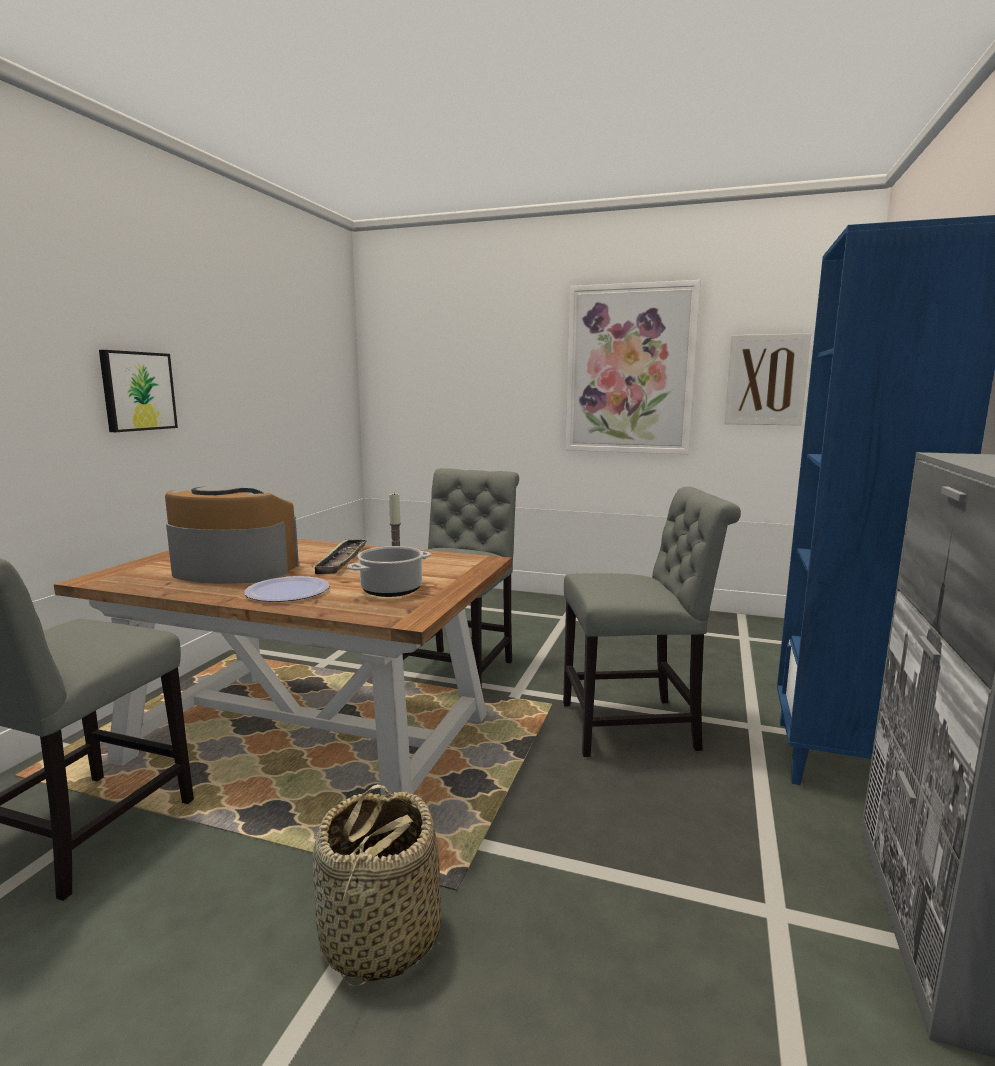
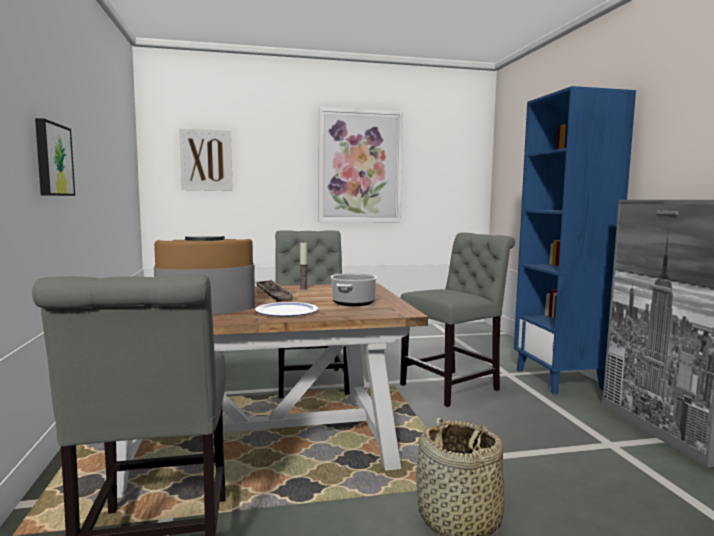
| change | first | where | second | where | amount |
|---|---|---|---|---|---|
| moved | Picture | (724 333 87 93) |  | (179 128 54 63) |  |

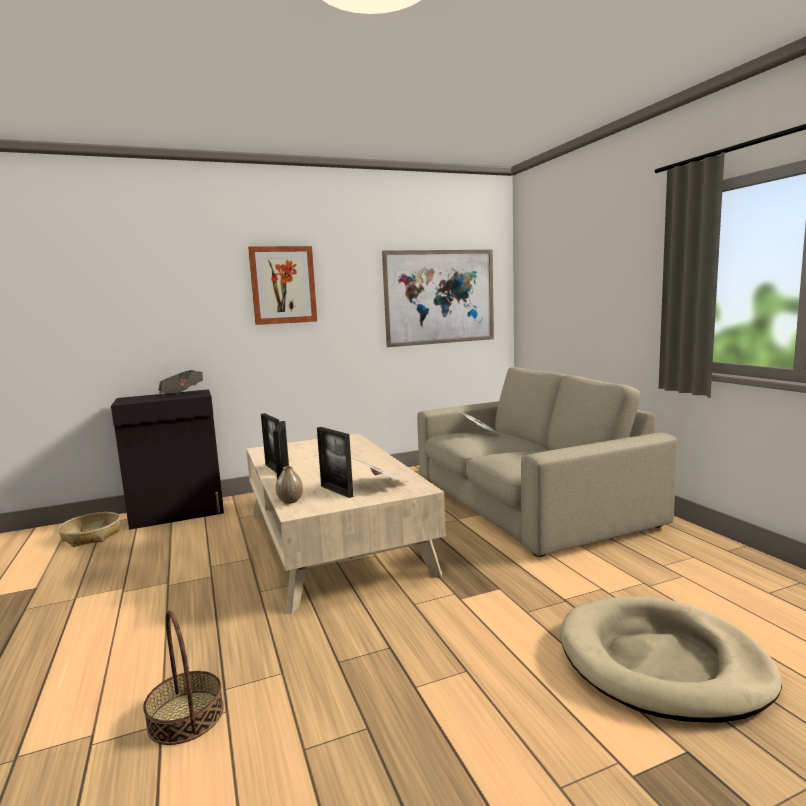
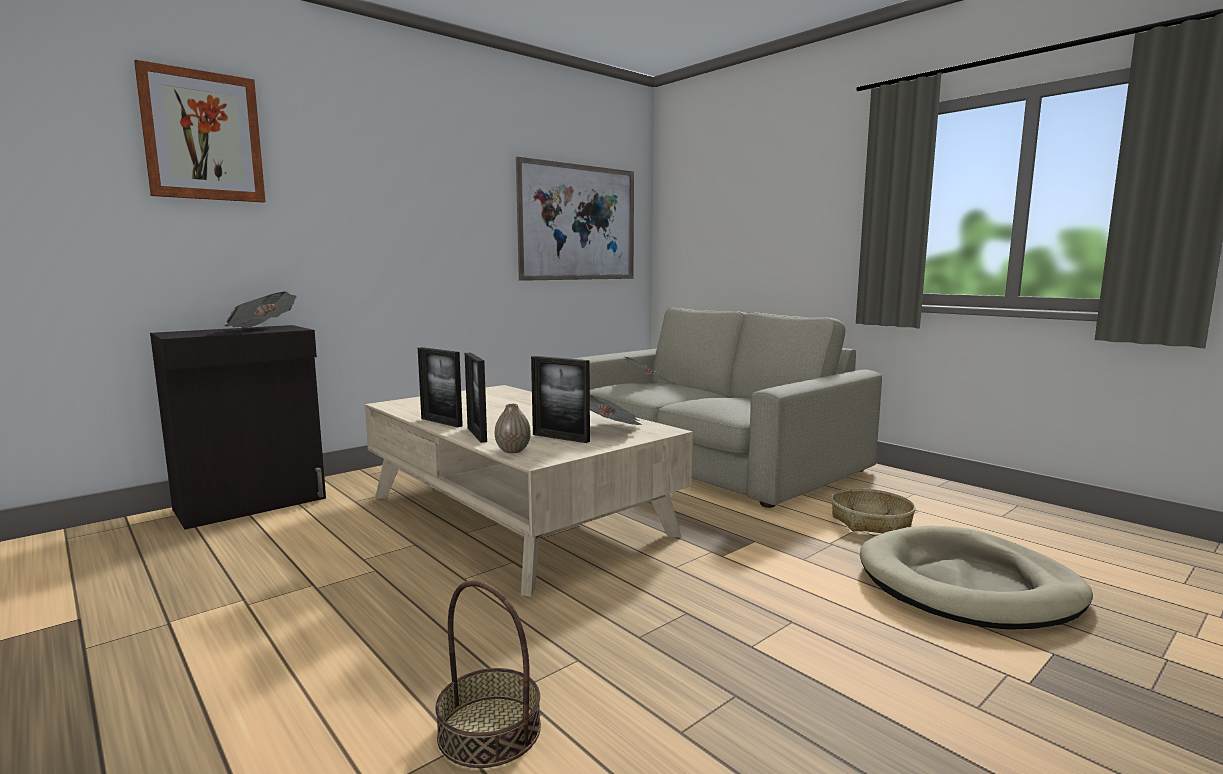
| change | first | where | second | where | amount |
|---|---|---|---|---|---|
| moved | Basket | (58 512 62 35) |  | (831 488 85 46) |  |
| moved | Picture | (248 246 69 79) |  | (134 60 132 143) |  |

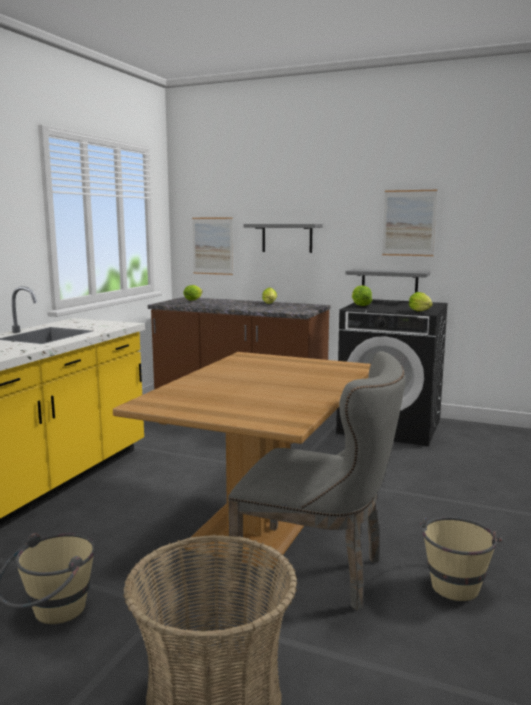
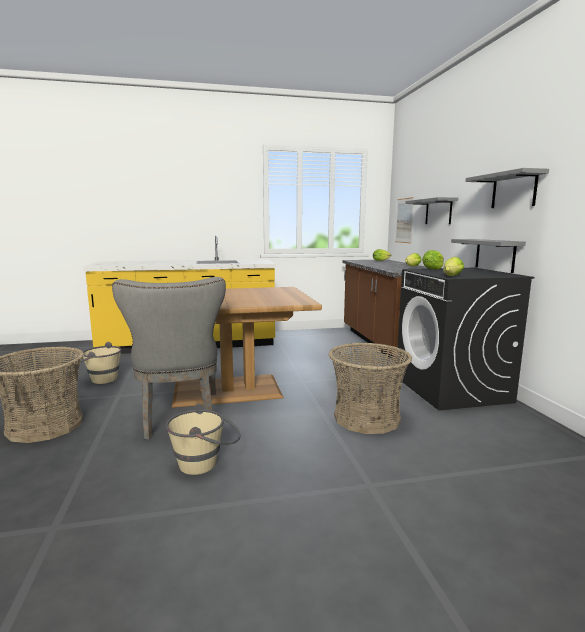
| change | first | where | second | where | amount |
|---|---|---|---|---|---|
| replaced | Picture | (382 190 55 66) | GreyShelf | (465 168 84 40) |  |
| added |  |  | Basket | (329 342 83 92) |  |

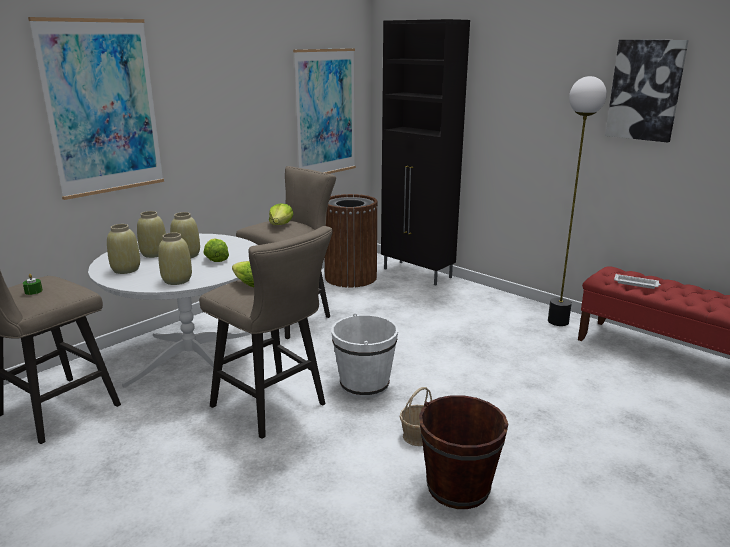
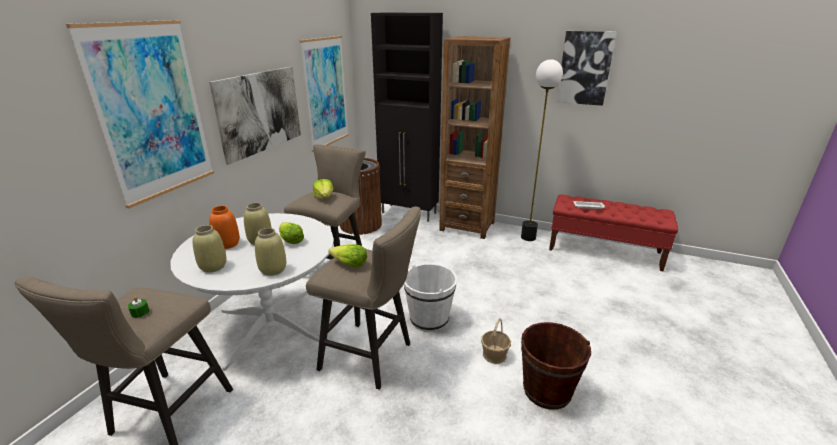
| change | first | where | second | where | amount |
|---|---|---|---|---|---|
| recoloured | BeigeVase | (137 211 29 47) | OrangeVase | (209 206 31 43) |  |
| added |  |  | Picture | (209 67 92 98) |  |
| added |  |  | BrownBookcase | (439 36 71 203) |  |

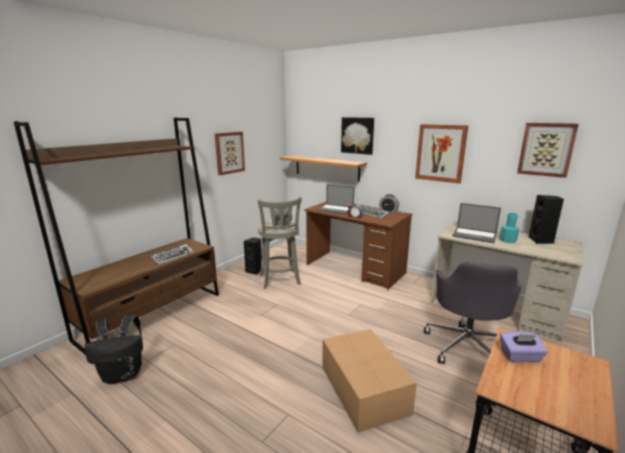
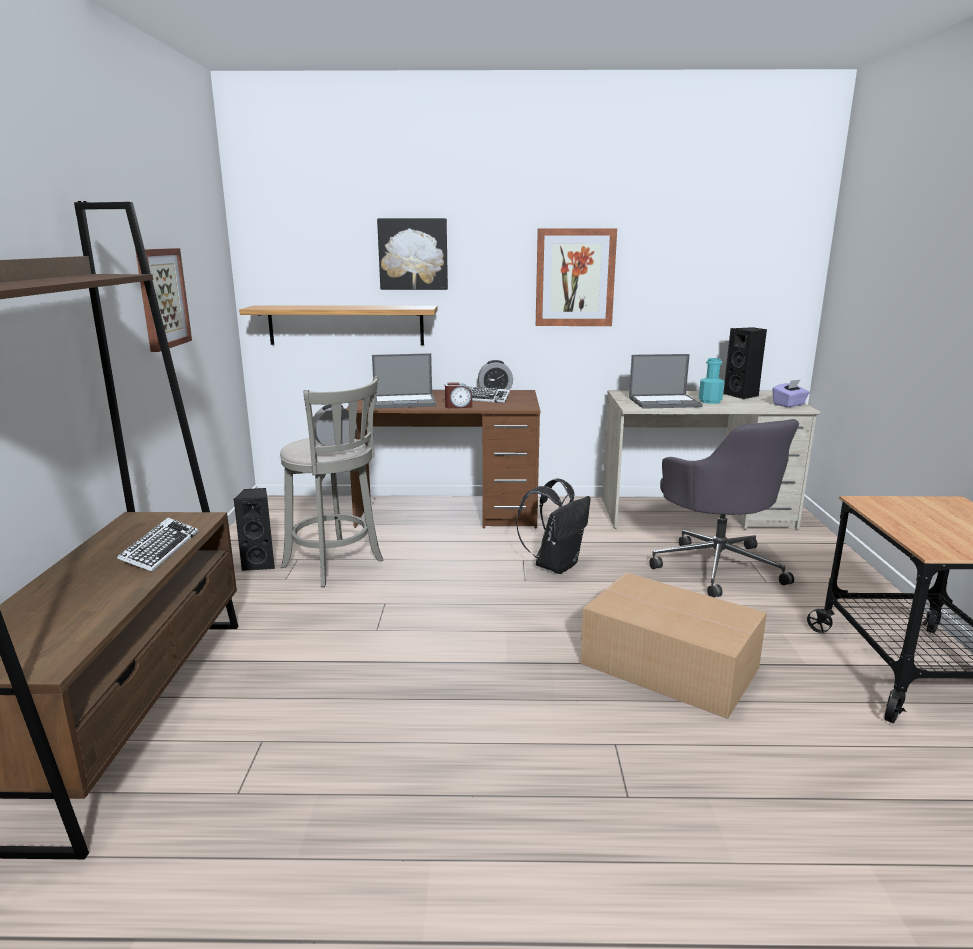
| change | first | where | second | where | amount |
|---|---|---|---|---|---|
| moved | BlackBackpack | (84 314 59 70) |  | (516 479 75 95) |  |
| moved | PurpleTissueBox | (500 331 48 31) |  | (772 379 38 29) |  |
| removed | Picture | (517 123 62 55) |  |  |  |

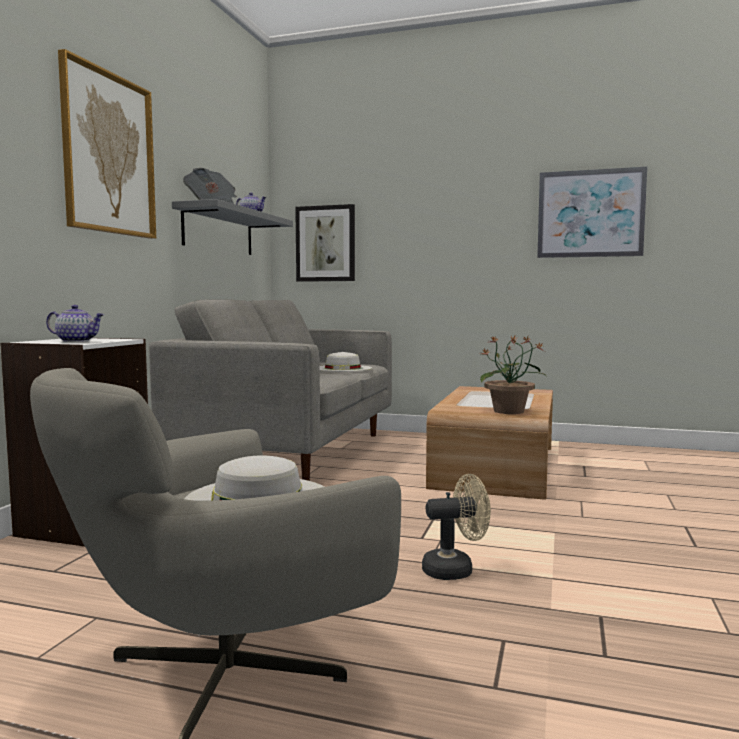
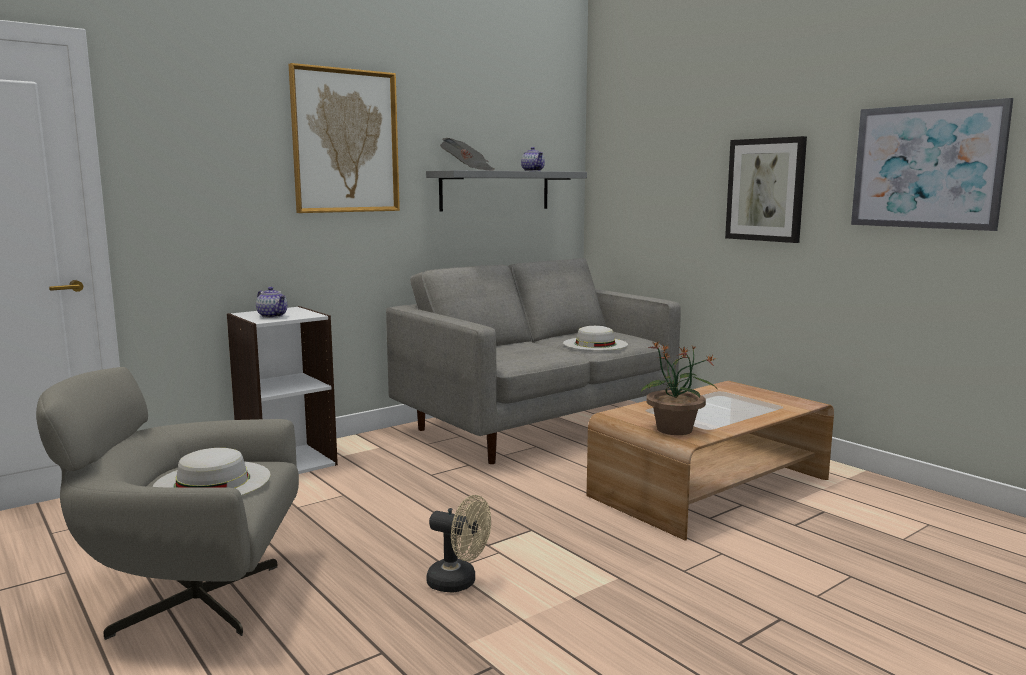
| change | first | where | second | where | amount |
|---|---|---|---|---|---|
| moved | Picture | (295 204 60 78) |  | (725 136 82 107) |  |

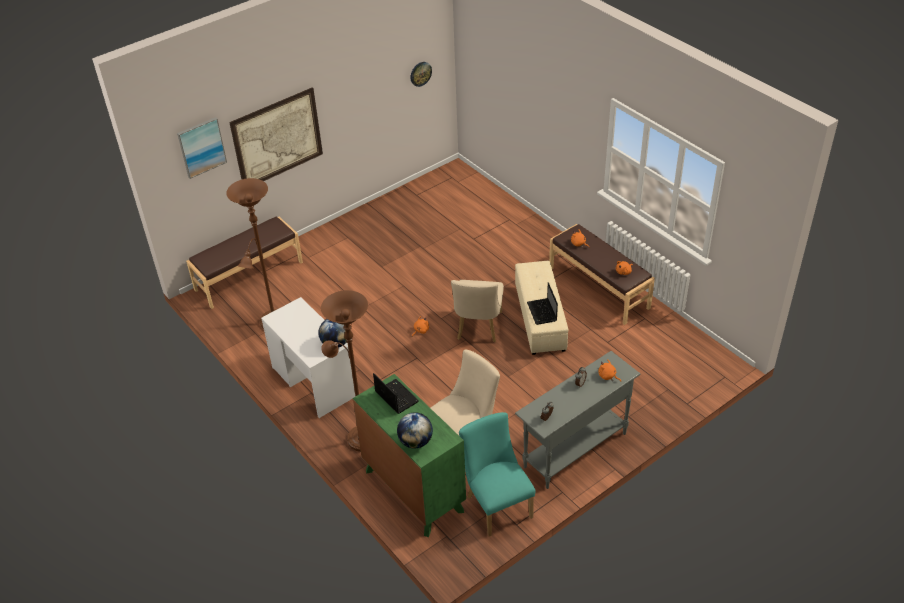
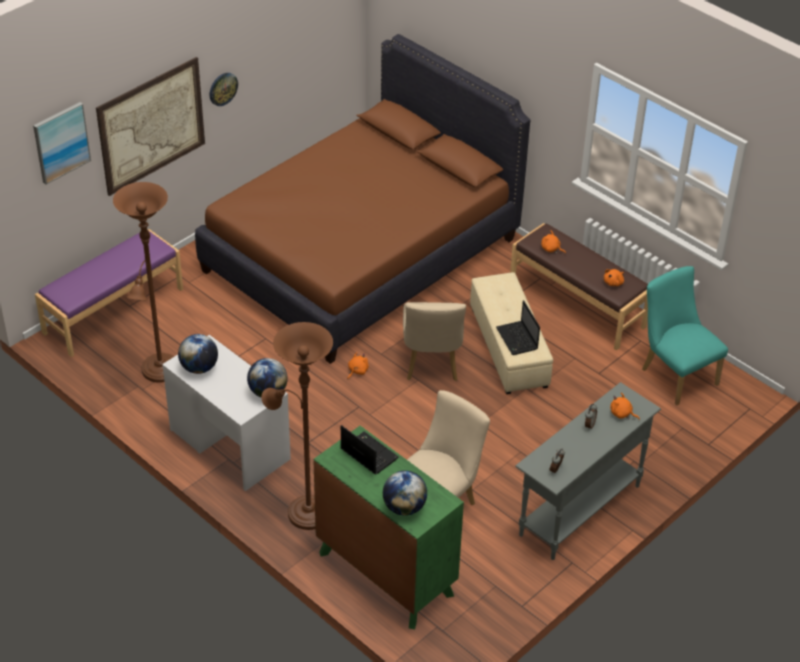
| change | first | where | second | where | amount |
|---|---|---|---|---|---|
| recoloured | BrownBench | (186 217 117 92) | PurpleBench | (35 229 148 128) |  |
| moved | WallClock | (411 62 21 25) |  | (210 73 28 33) |  |
| moved | TurquoiseChair | (459 412 77 125) |  | (642 266 86 139) |  |
| added |  |  | Globe | (178 334 40 40) |  |
| added |  |  | BrownBed | (195 34 335 330) |  |

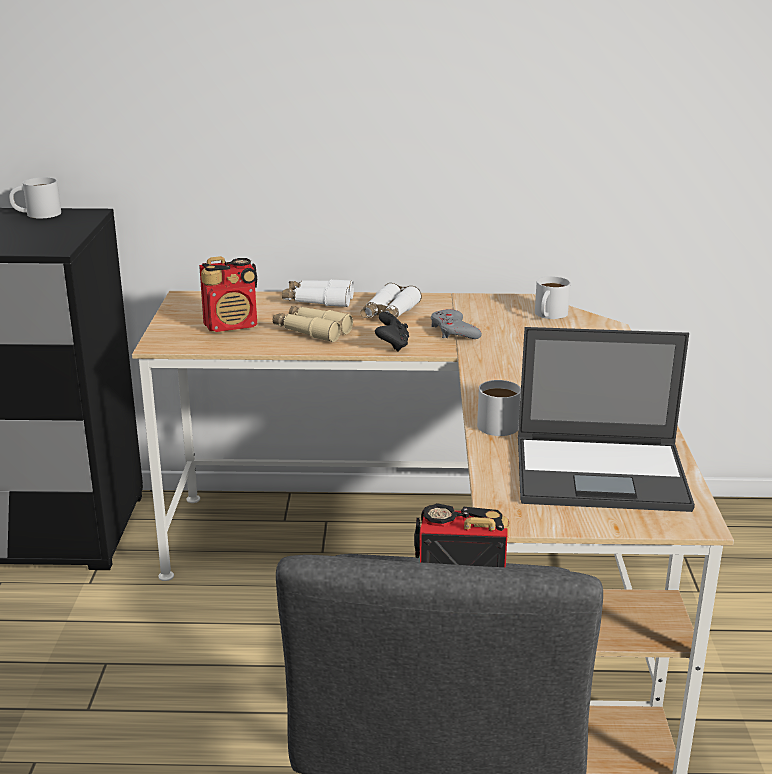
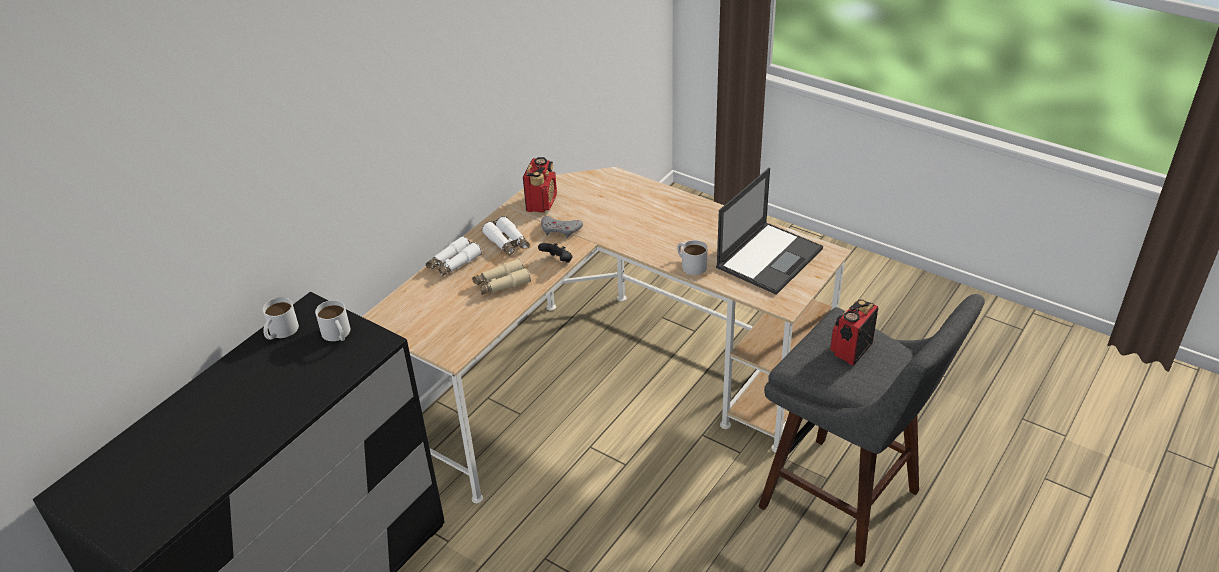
| change | first | where | second | where | amount |
|---|---|---|---|---|---|
| moved | Radio | (199 256 58 76) |  | (523 157 34 56) |  |
| moved | WhiteMug | (535 276 35 43) |  | (315 300 36 41) |  |

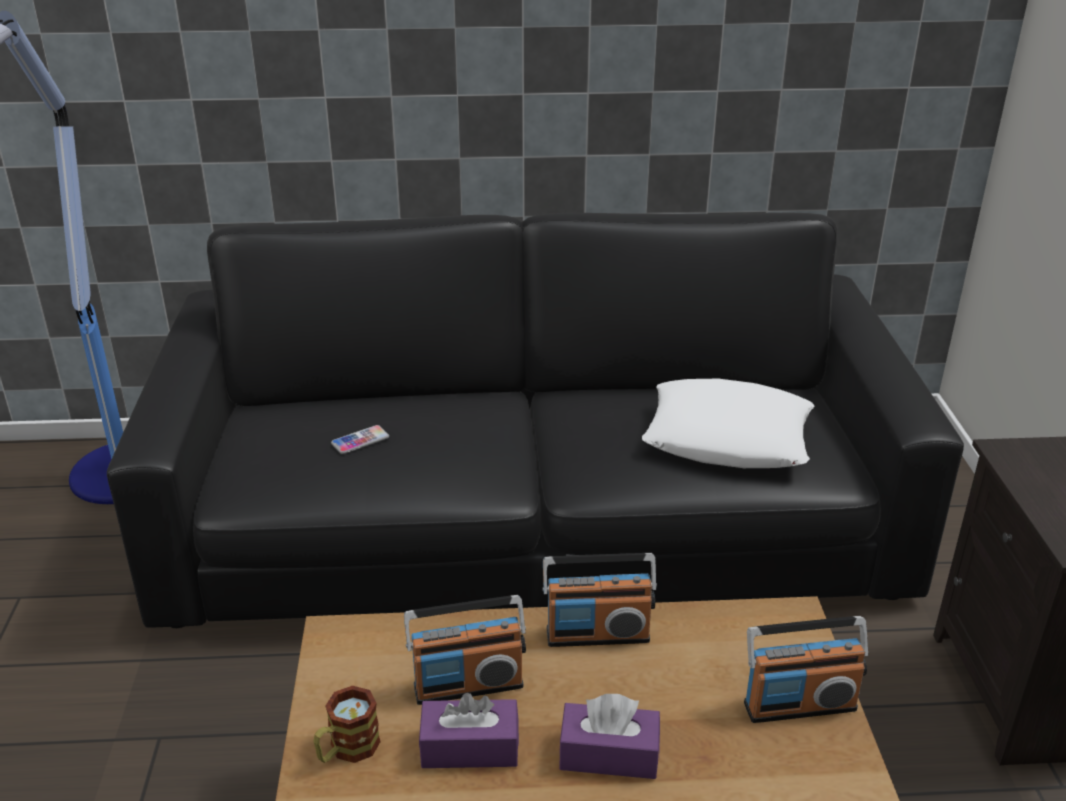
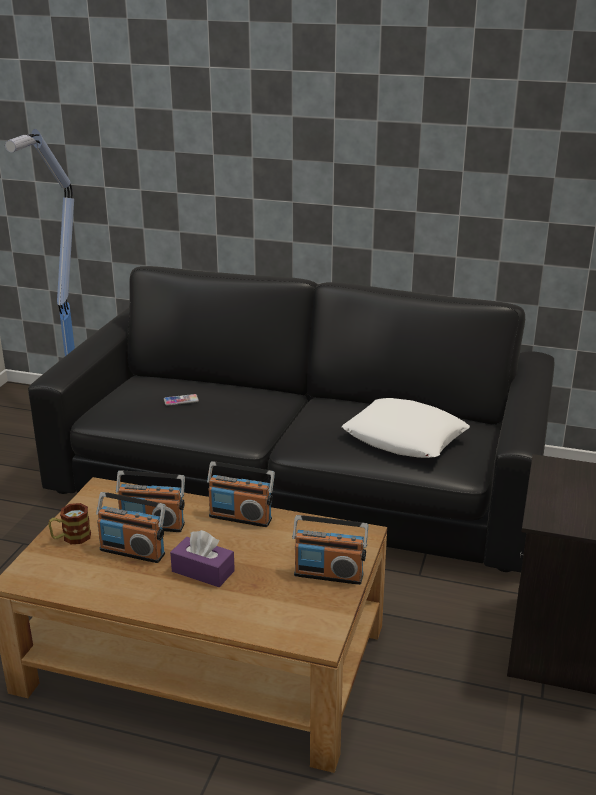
| change | first | where | second | where | amount |
|---|---|---|---|---|---|
| replaced | PurpleTissueBox | (419 693 100 75) | Radio | (96 492 70 71) |  |

